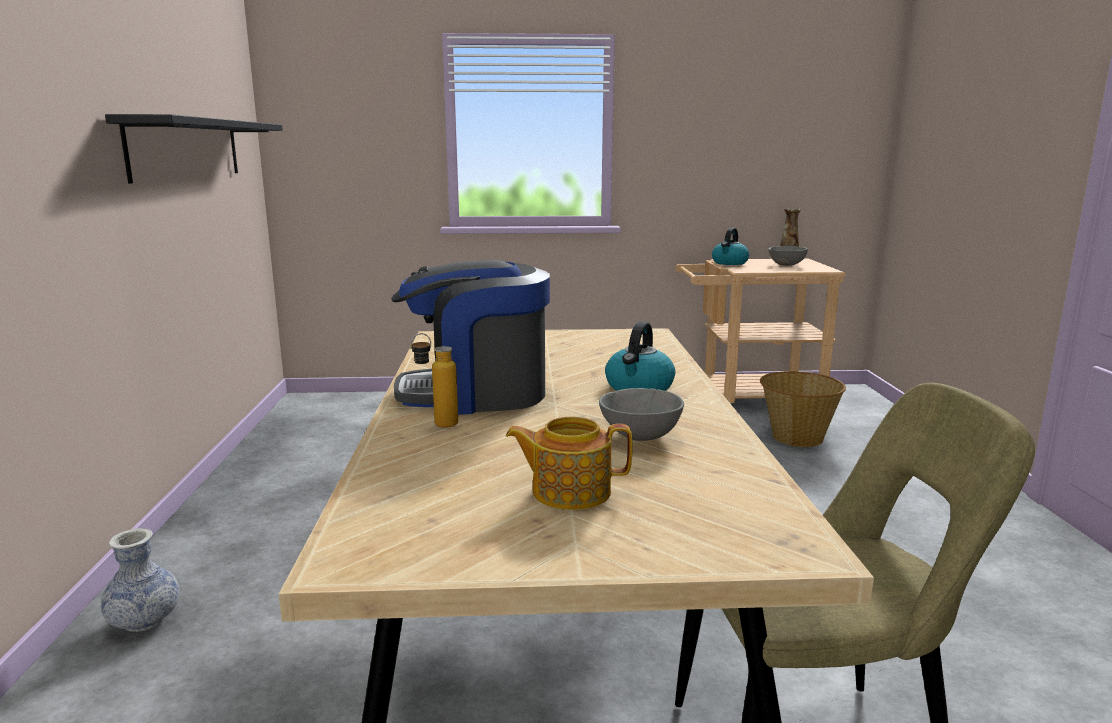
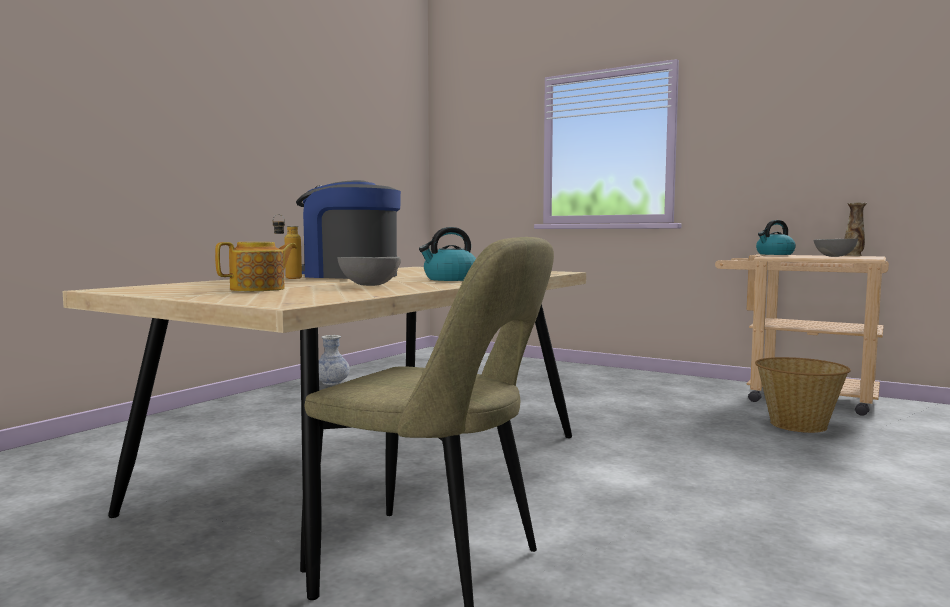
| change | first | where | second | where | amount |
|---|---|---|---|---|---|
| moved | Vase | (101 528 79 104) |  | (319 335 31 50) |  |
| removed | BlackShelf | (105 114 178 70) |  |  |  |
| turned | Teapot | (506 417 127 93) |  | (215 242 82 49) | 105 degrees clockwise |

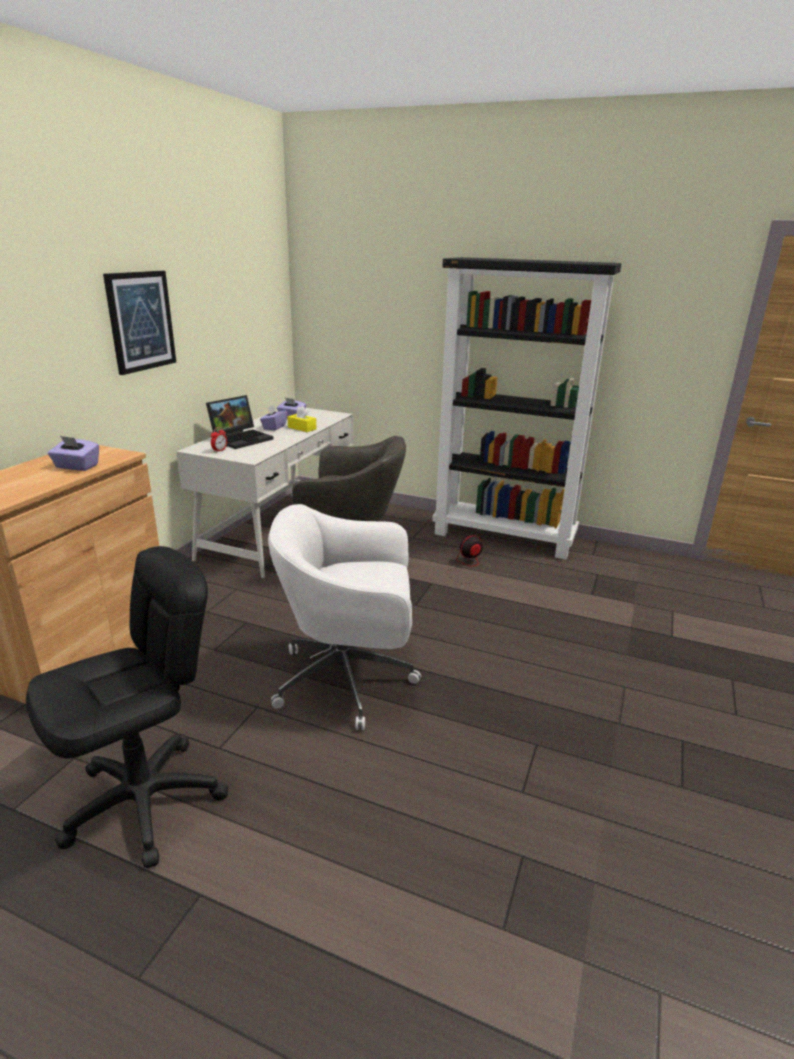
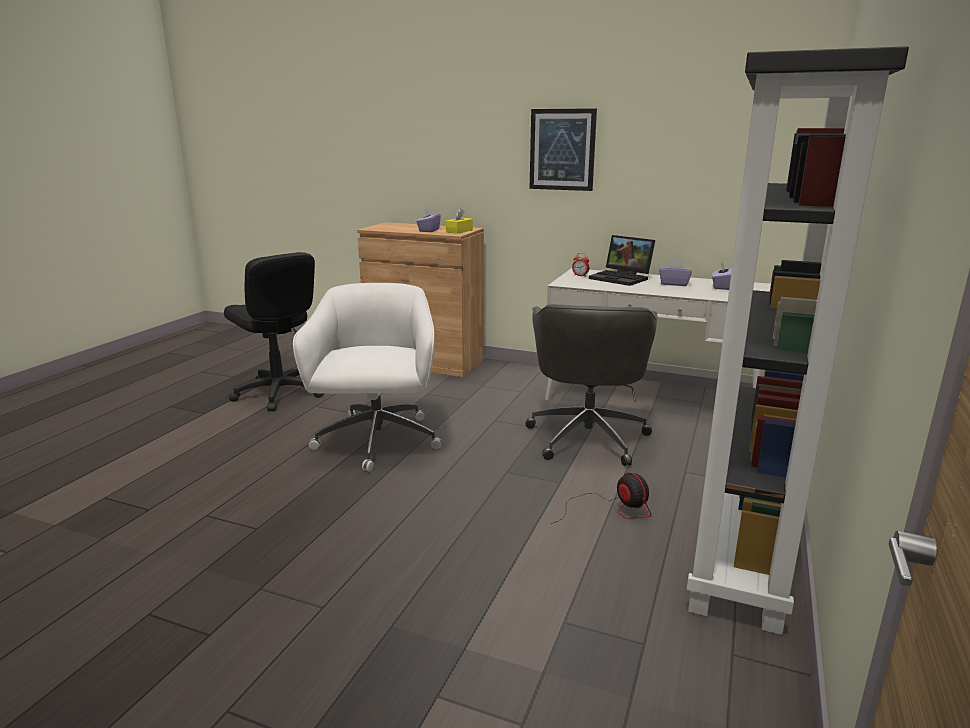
| change | first | where | second | where | amount |
|---|---|---|---|---|---|
| moved | YellowTissueBox | (287 406 29 26) |  | (446 208 27 26) |  |

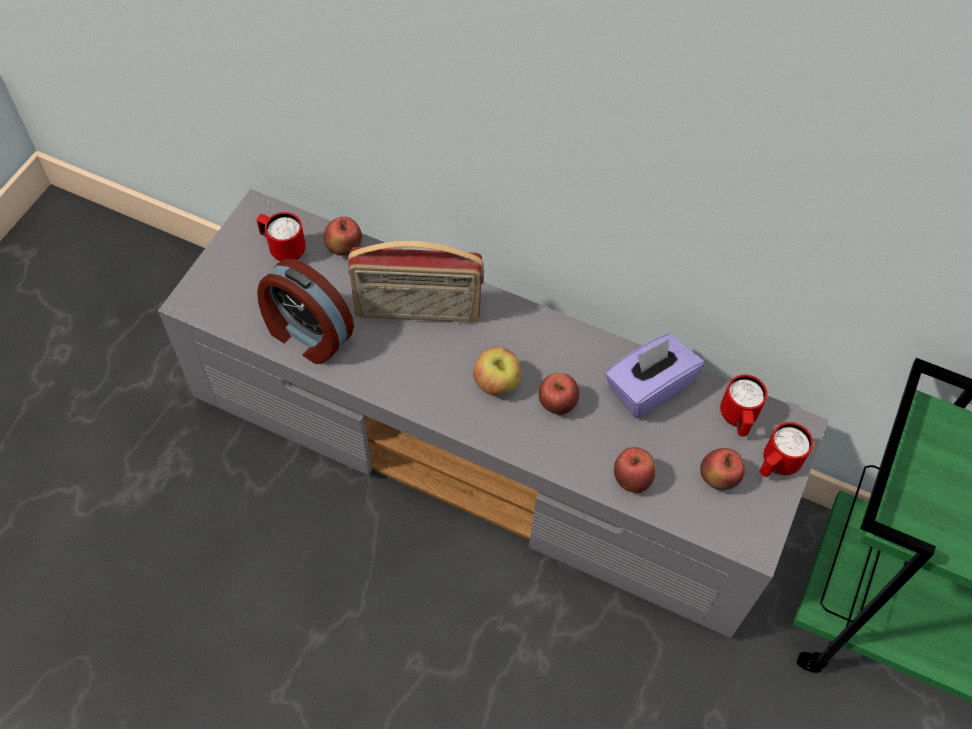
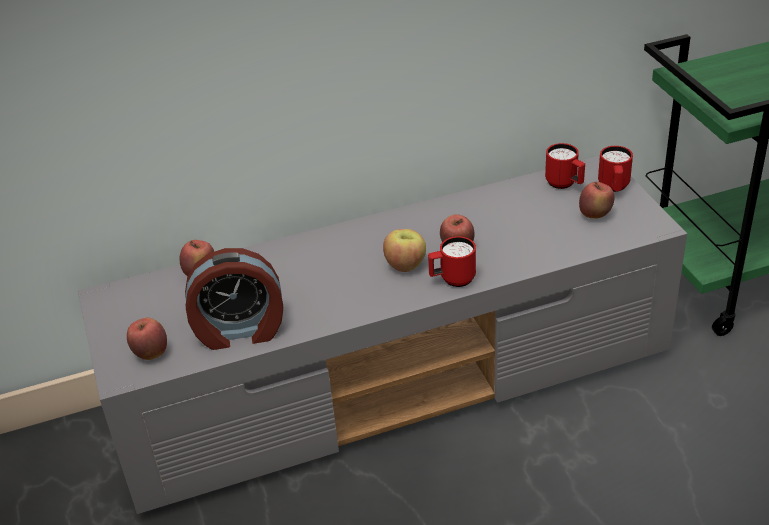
| change | first | where | second | where | amount |
|---|---|---|---|---|---|
| moved | RedMug | (257 212 49 49) |  | (428 236 48 51) |  |
| removed | Radio | (348 241 136 81) |  |  |  |
| removed | PurpleTissueBox | (605 334 99 84) |  |  |  |
| moved | Apple | (614 447 42 46) |  | (127 318 40 42) |  |

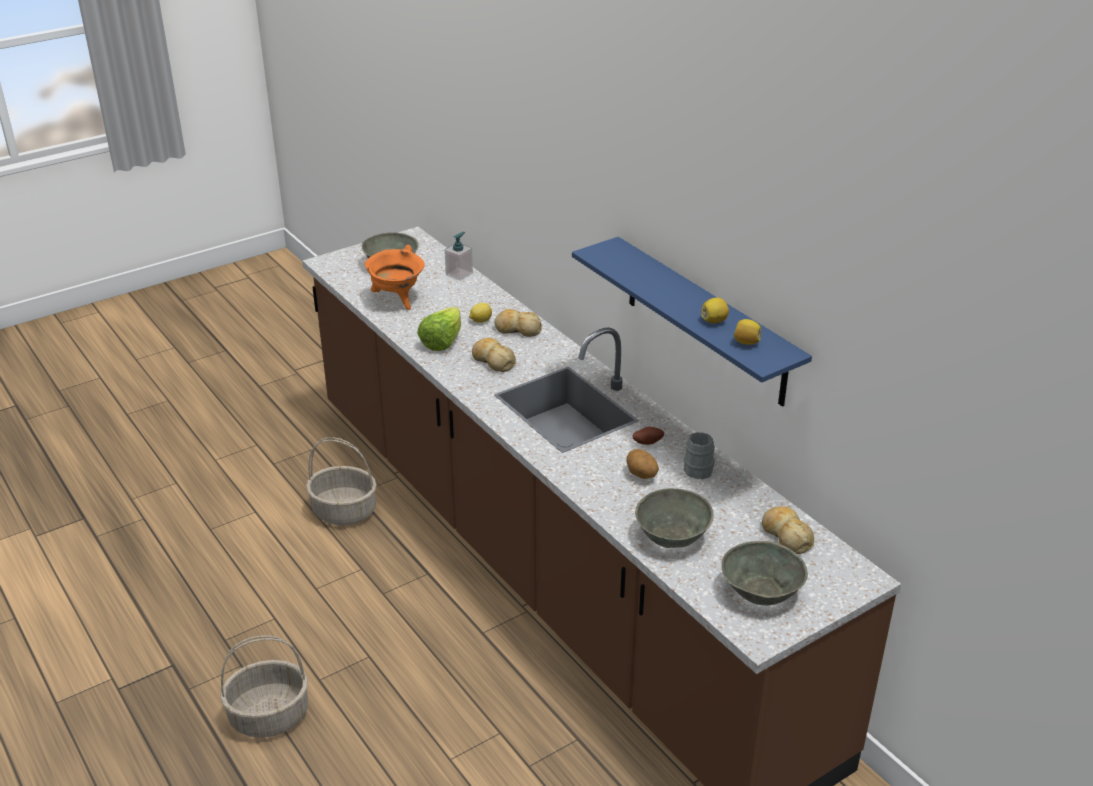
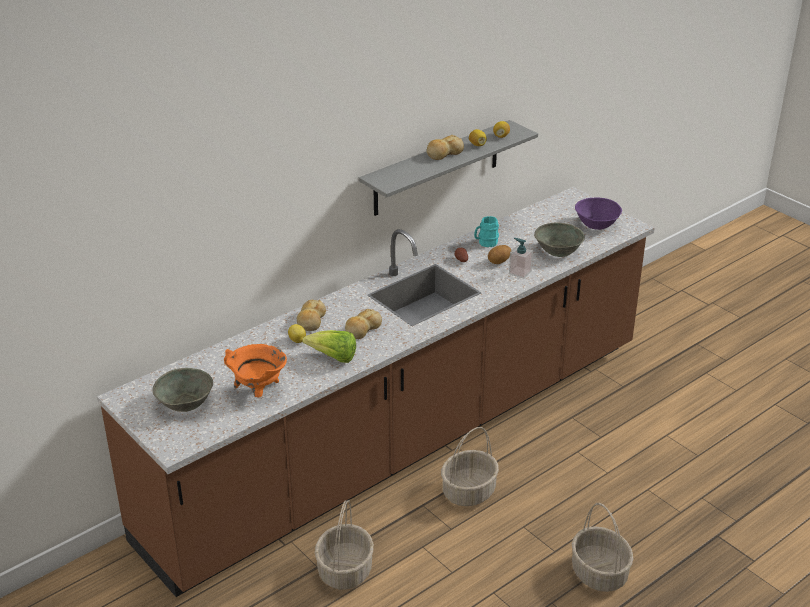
| change | first | where | second | where | amount |
|---|---|---|---|---|---|
| moved | SoapDispenser | (444 232 29 49) |  | (509 238 24 41) |  |
| recoloured | BlueShelf | (572 237 240 170) | GreyShelf | (359 120 179 96) |  |
| recoloured | GreyMug | (684 432 31 47) | TurquoiseMug | (474 216 25 31) |  |
| recoloured | GreyBowl | (722 541 86 65) | PurpleBowl | (575 198 47 32) |  |
| moved | Bread | (762 506 52 48) |  | (427 135 37 25) |  |
| added |  |  | Basket | (441 427 58 79) |  |

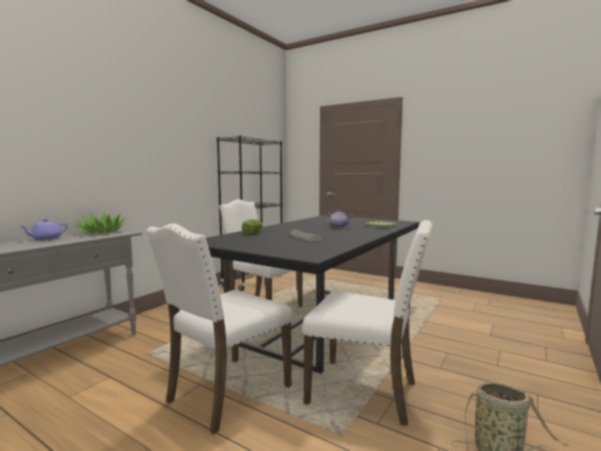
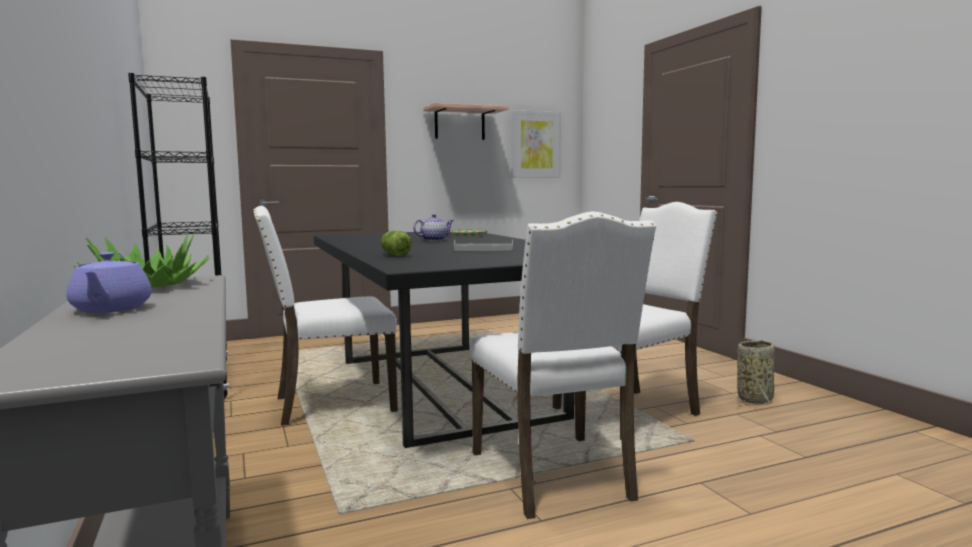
| change | first | where | second | where | amount |
|---|---|---|---|---|---|
| added |  |  | Shelf | (424 103 84 37) |  |
| added |  |  | Picture | (512 110 49 68) |  |

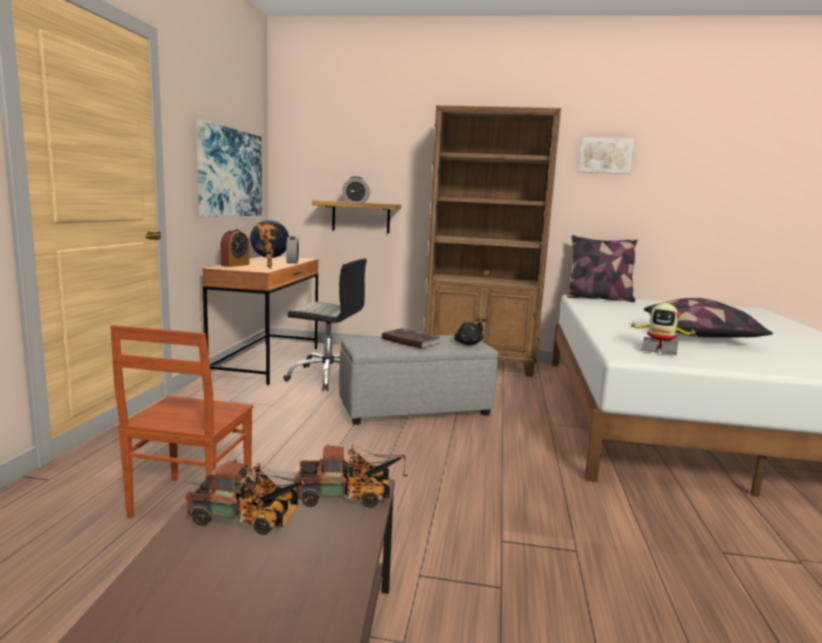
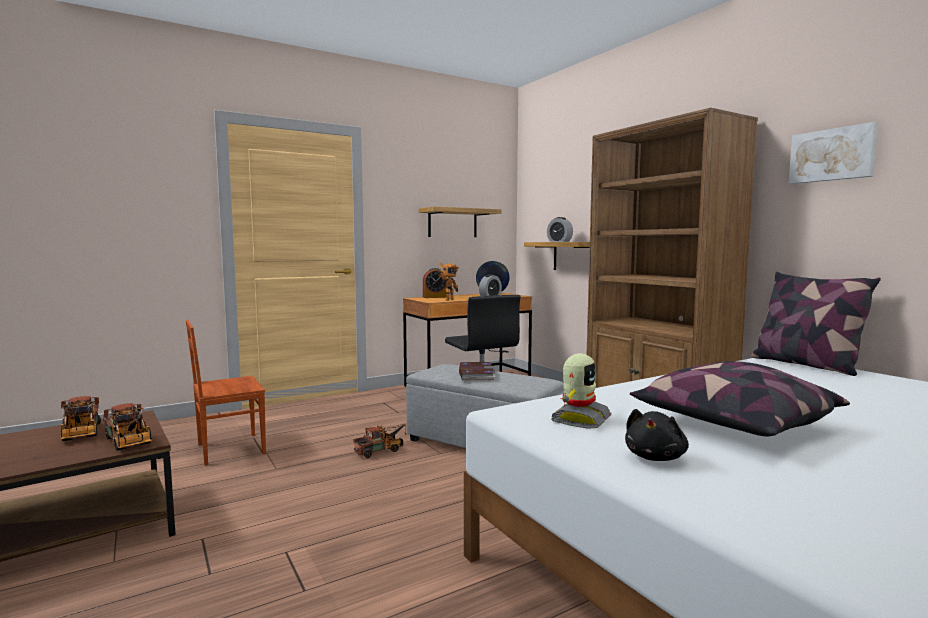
| change | first | where | second | where | amount |
|---|---|---|---|---|---|
| replaced | Picture | (196 120 66 97) | Shelf | (419 206 82 31) |  |
| moved | BlackPlushToy | (454 322 29 23) |  | (625 409 64 52) |  |
| turned | ToyRobot | (628 303 69 52) |  | (551 353 60 76) | 135 degrees counterclockwise |
| added |  |  | ToyTruck | (353 424 54 34) |  |

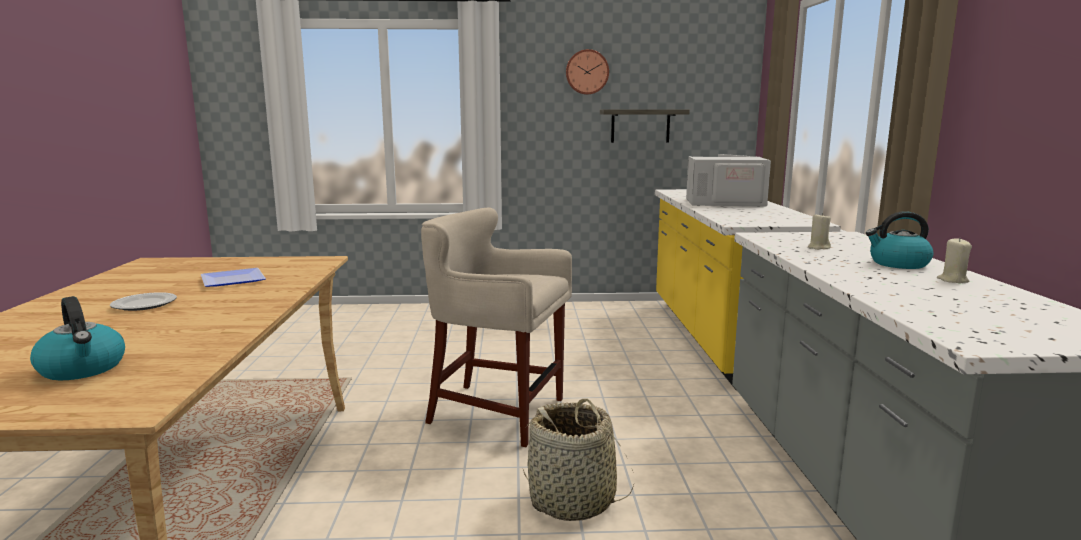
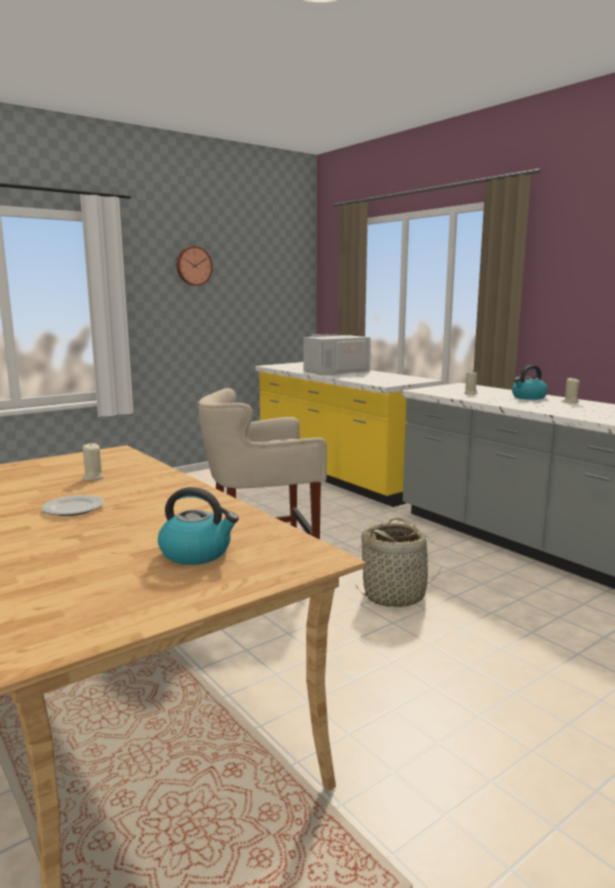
| change | first | where | second | where | amount |
|---|---|---|---|---|---|
| replaced | Plate | (201 268 65 19) | BeigeCandle | (82 443 22 38) |  |
| removed | Shelf | (600 109 90 34) |  |  |  |

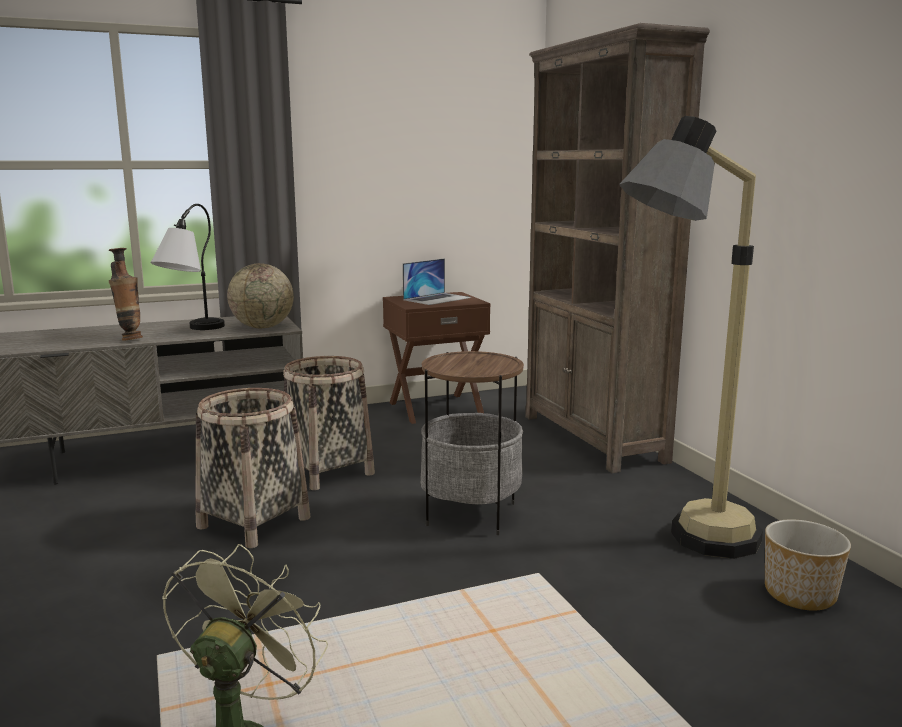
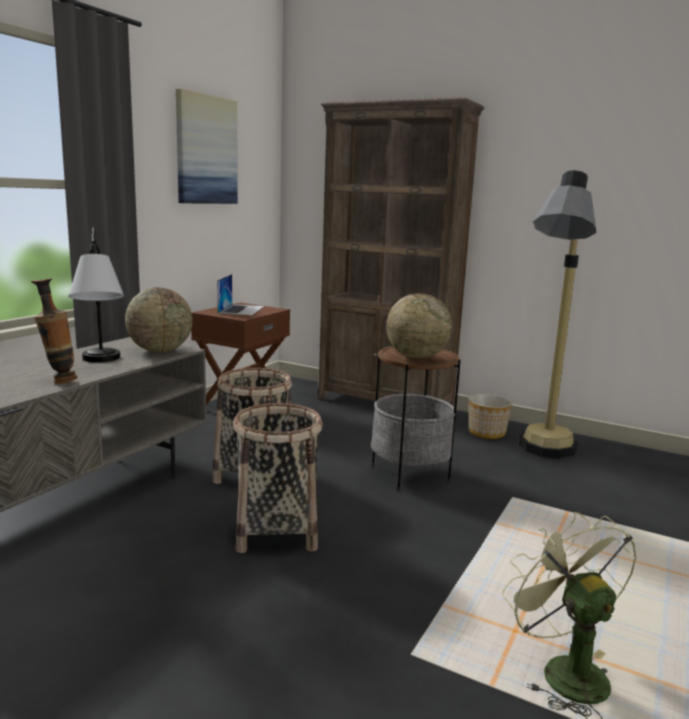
| change | first | where | second | where | amount |
|---|---|---|---|---|---|
| moved | Planter | (765 519 86 92) |  | (469 394 43 45) |  |
| added |  |  | Picture | (175 88 63 116) |  |
| added |  |  | Globe | (386 293 66 66) |  |

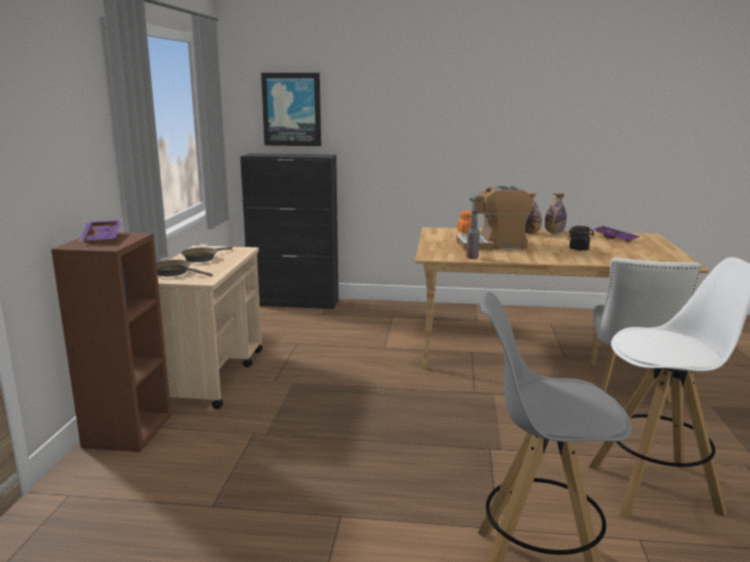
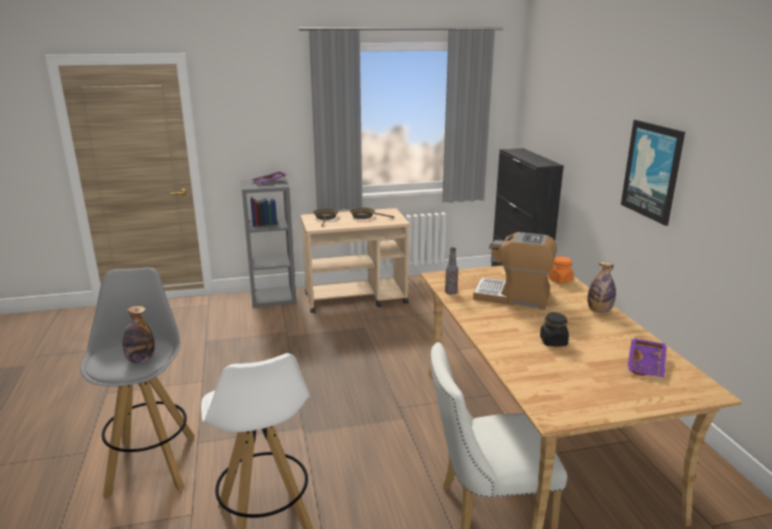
| change | first | where | second | where | amount |
|---|---|---|---|---|---|
| recoloured | BrownBookcase | (51 232 121 220) | GreyBookcase | (241 178 56 130) |  |
| moved | Picture | (261 73 60 73) |  | (621 120 64 106) |  |
| turned | CoffeeMachine | (456 186 76 64) |  | (473 232 84 78) | 45 degrees counterclockwise |
| moved | Bottle | (545 193 22 41) |  | (122 306 33 58) |  |

